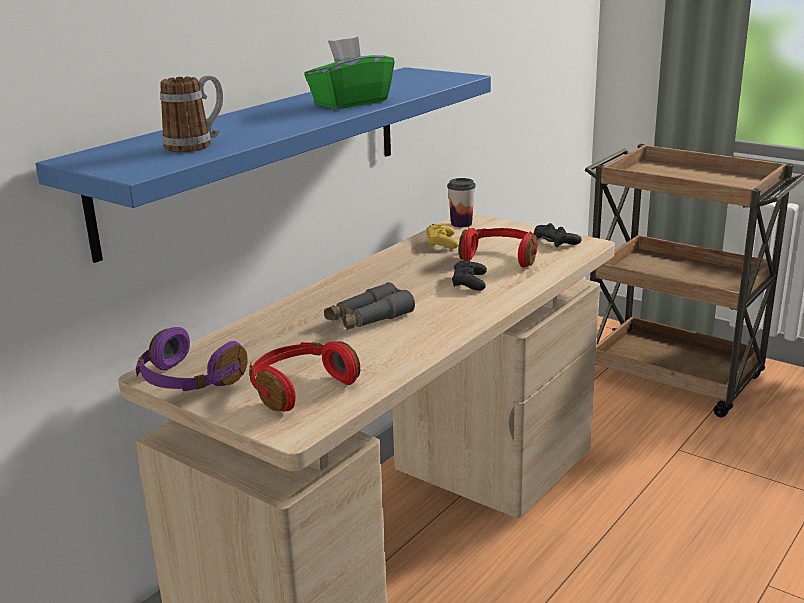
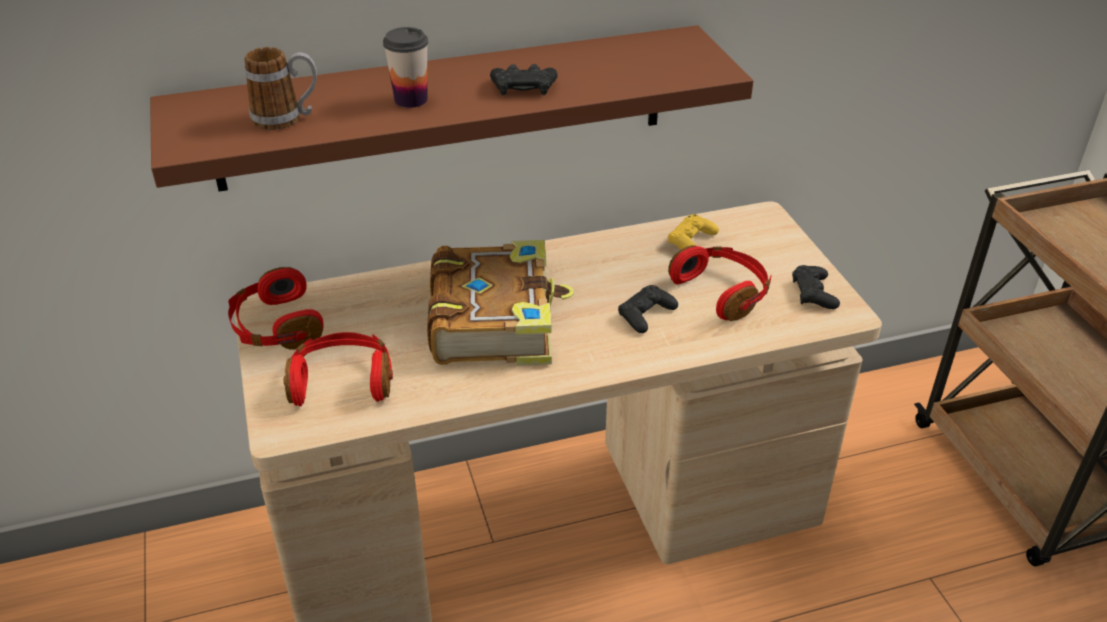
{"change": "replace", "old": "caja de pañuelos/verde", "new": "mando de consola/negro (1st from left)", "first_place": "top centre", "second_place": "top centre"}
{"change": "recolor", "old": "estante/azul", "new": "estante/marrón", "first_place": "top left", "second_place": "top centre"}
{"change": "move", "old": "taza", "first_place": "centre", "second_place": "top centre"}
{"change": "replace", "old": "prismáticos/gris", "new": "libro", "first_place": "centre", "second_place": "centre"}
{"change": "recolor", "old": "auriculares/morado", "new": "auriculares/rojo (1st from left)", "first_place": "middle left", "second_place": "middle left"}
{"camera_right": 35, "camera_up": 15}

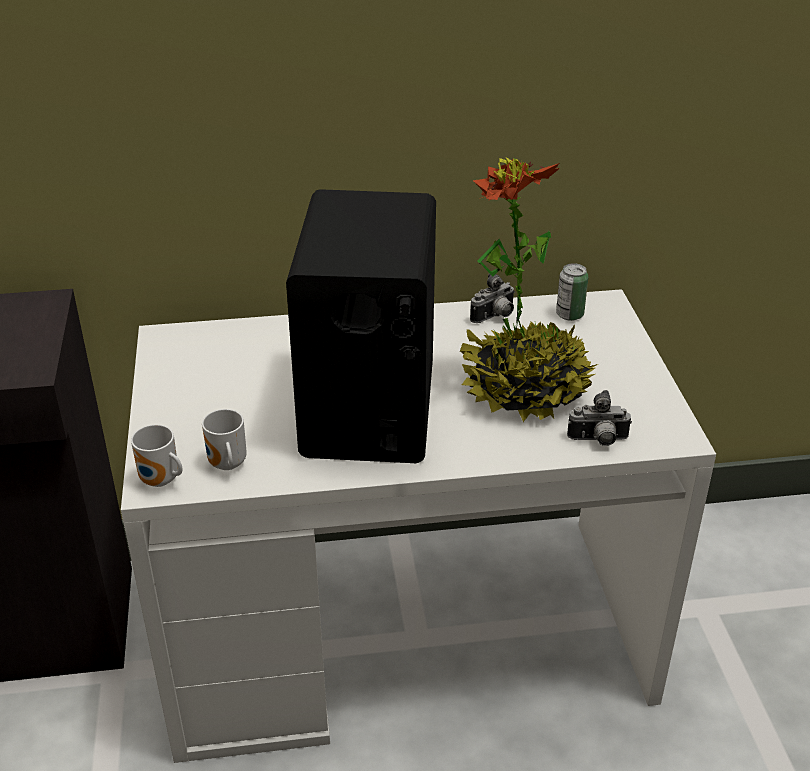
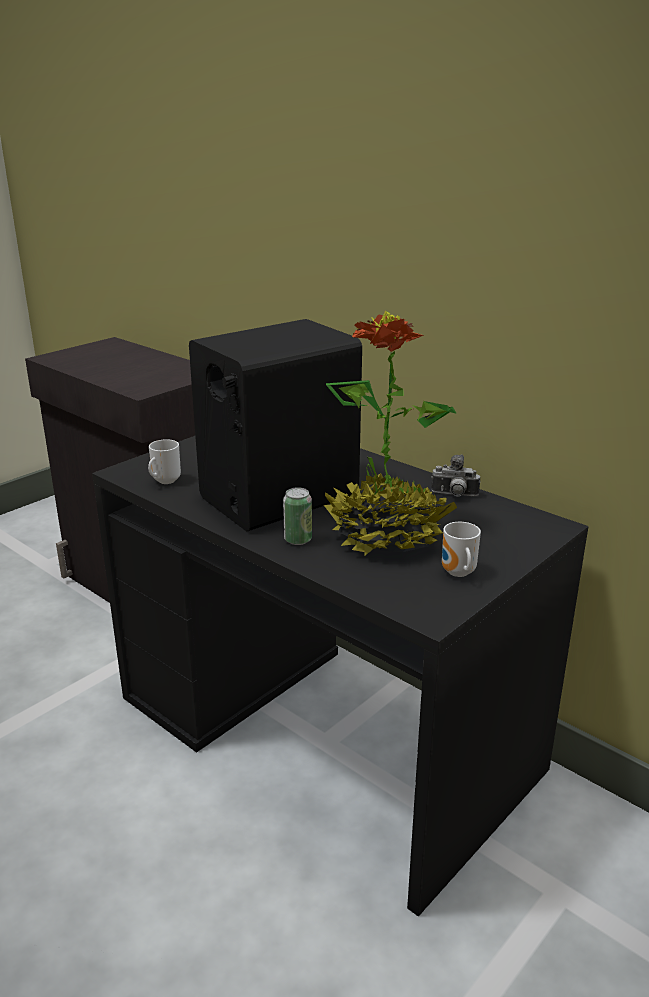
{"change": "move", "old": "lata", "first_place": "middle right", "second_place": "centre"}
{"change": "recolor", "old": "escritorio/blanco", "new": "escritorio/negro", "first_place": "bottom centre", "second_place": "bottom centre"}
{"change": "delete", "old": "cámara (2nd from left)", "first_place": "middle right"}
{"change": "move", "old": "taza grande (1st from left in the first image)", "new": "taza grande (2nd from left)", "first_place": "middle left", "second_place": "middle right"}
{"camera_right": 50, "camera_up": -10}

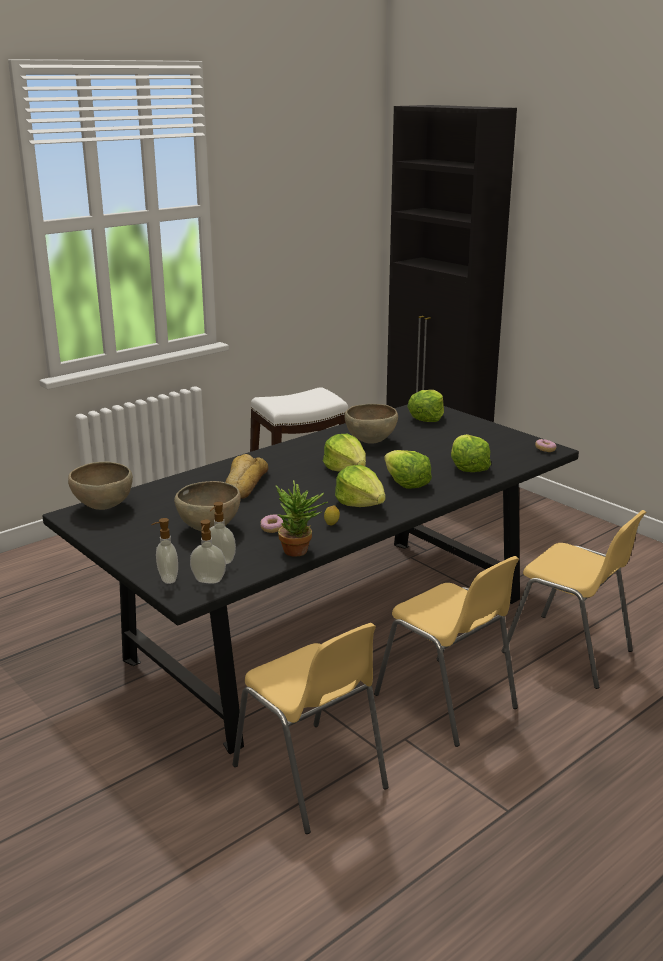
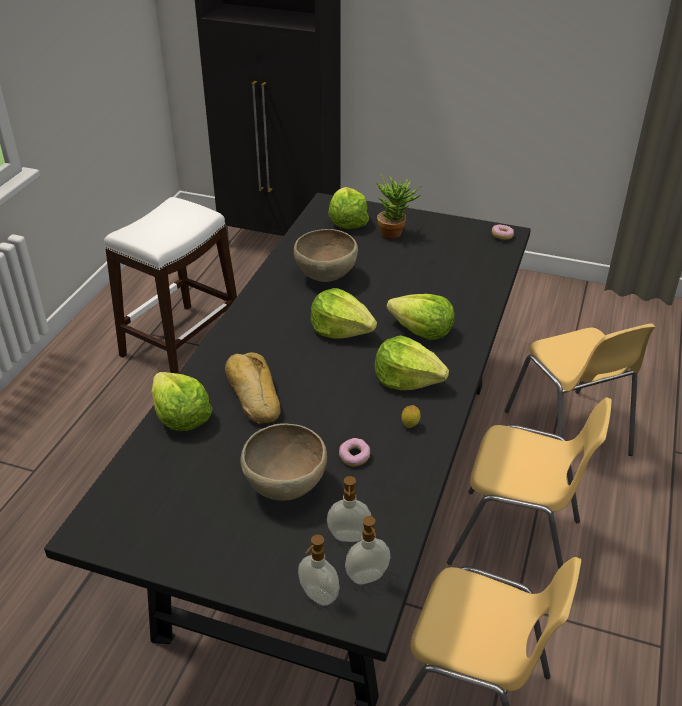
{"change": "move", "old": "lechuga (5th from left in the first image)", "new": "lechuga (1st from left)", "first_place": "middle right", "second_place": "middle left"}
{"change": "delete", "old": "cuenco/marrón (1st from left)", "first_place": "middle left"}
{"change": "move", "old": "planta en maceta", "first_place": "centre", "second_place": "top centre"}
{"change": "rotate", "old": "silla/amarillo (3rd from left)", "first_place": "middle right", "second_place": "middle right", "degrees": 60}
{"camera_right": -30, "camera_up": 15}

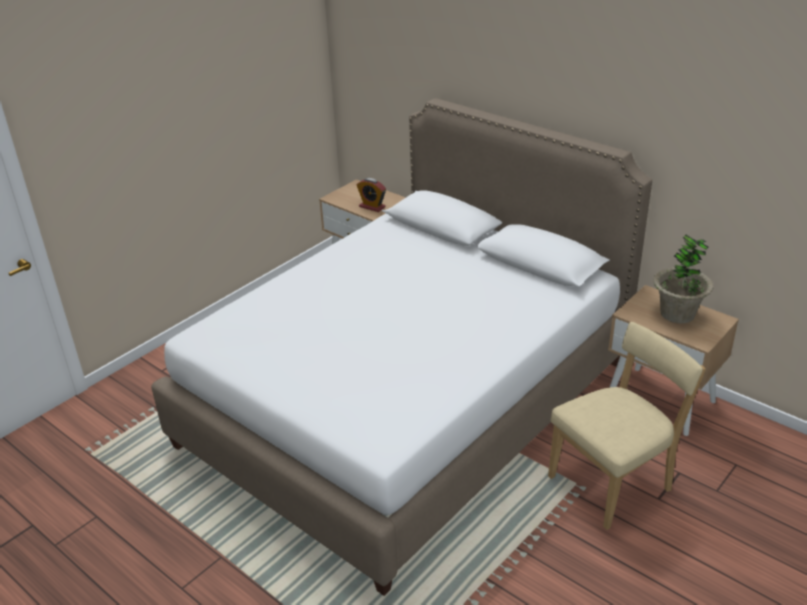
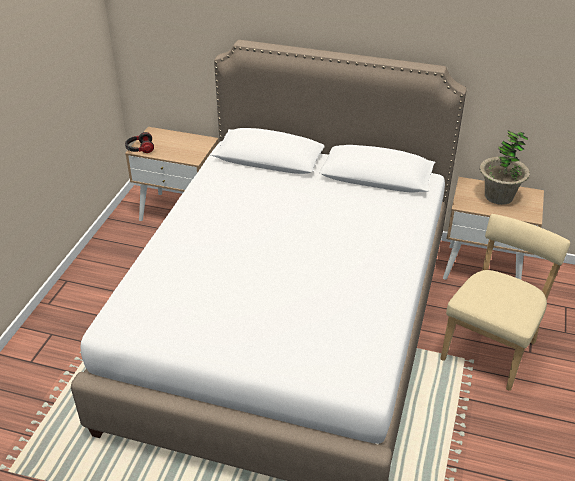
{"change": "delete", "old": "despertador", "first_place": "top centre"}
{"change": "insert", "new": "auriculares", "second_place": "top left"}
{"camera_right": -25, "camera_up": 5}

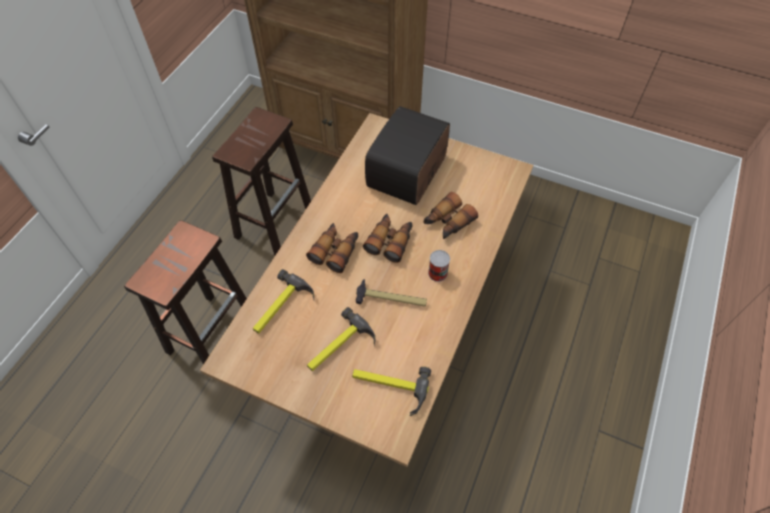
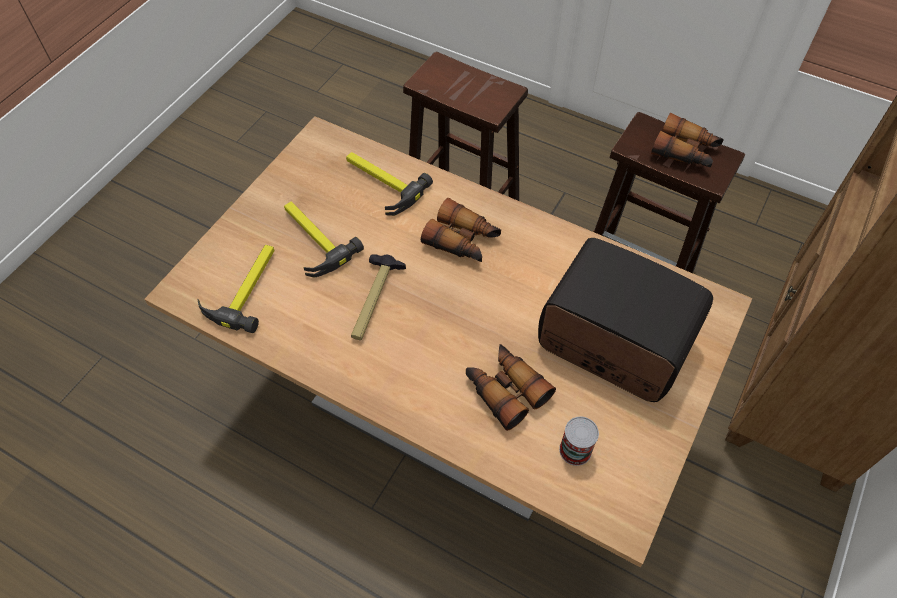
{"change": "move", "old": "prismáticos (2nd from left in the first image)", "new": "prismáticos (3rd from left)", "first_place": "centre", "second_place": "top right"}
{"change": "move", "old": "lata", "first_place": "centre", "second_place": "bottom centre"}
{"camera_right": 95, "camera_up": 0}

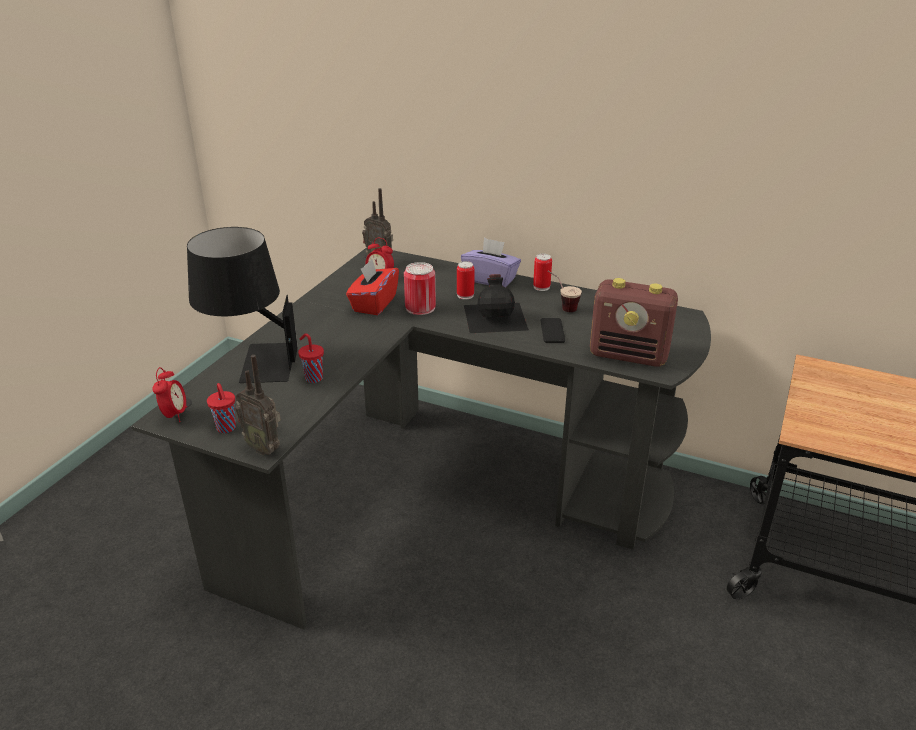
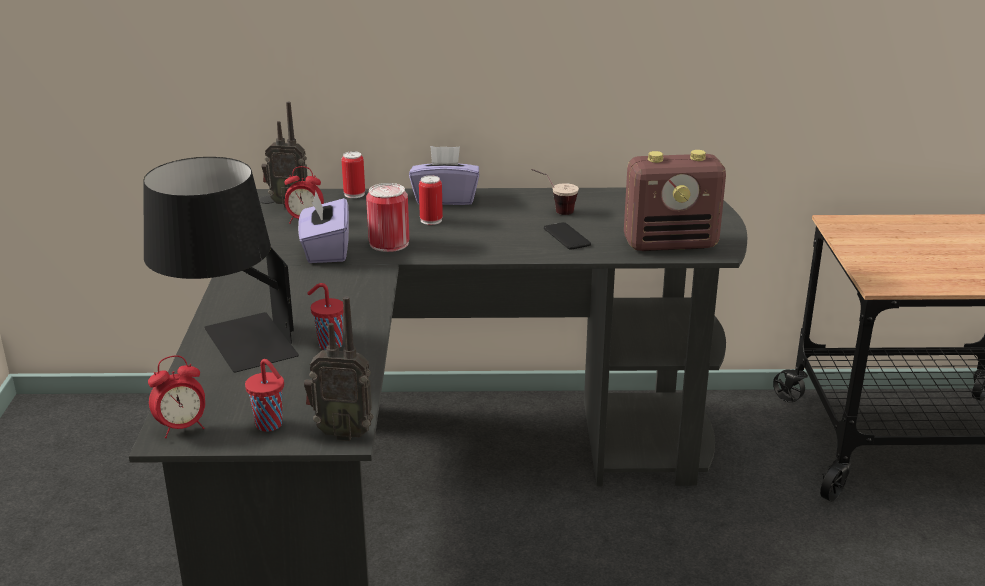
{"change": "move", "old": "lata (3rd from left in the first image)", "new": "lata (1st from left)", "first_place": "centre", "second_place": "top centre"}
{"change": "recolor", "old": "caja de pañuelos/rojo", "new": "caja de pañuelos/morado (1st from left)", "first_place": "centre", "second_place": "middle left"}
{"change": "delete", "old": "botella/negro", "first_place": "centre"}
{"change": "rotate", "old": "despertador (1st from left)", "first_place": "middle left", "second_place": "bottom left", "degrees": 90}
{"camera_right": -25, "camera_up": -5}

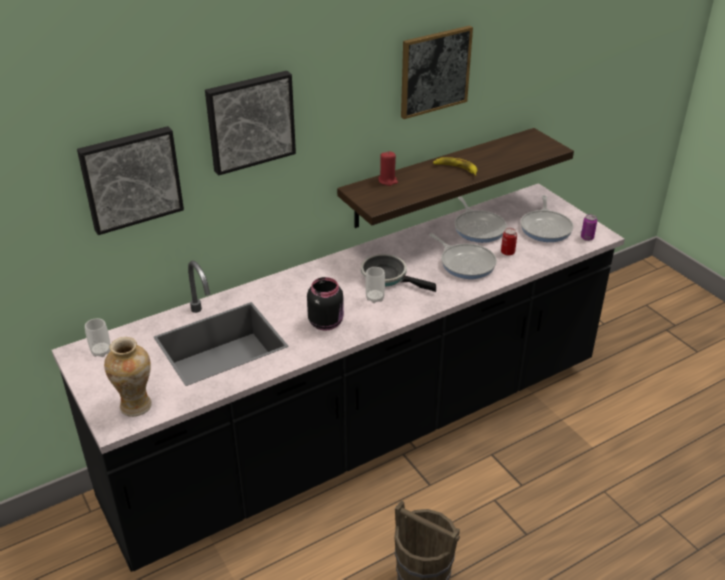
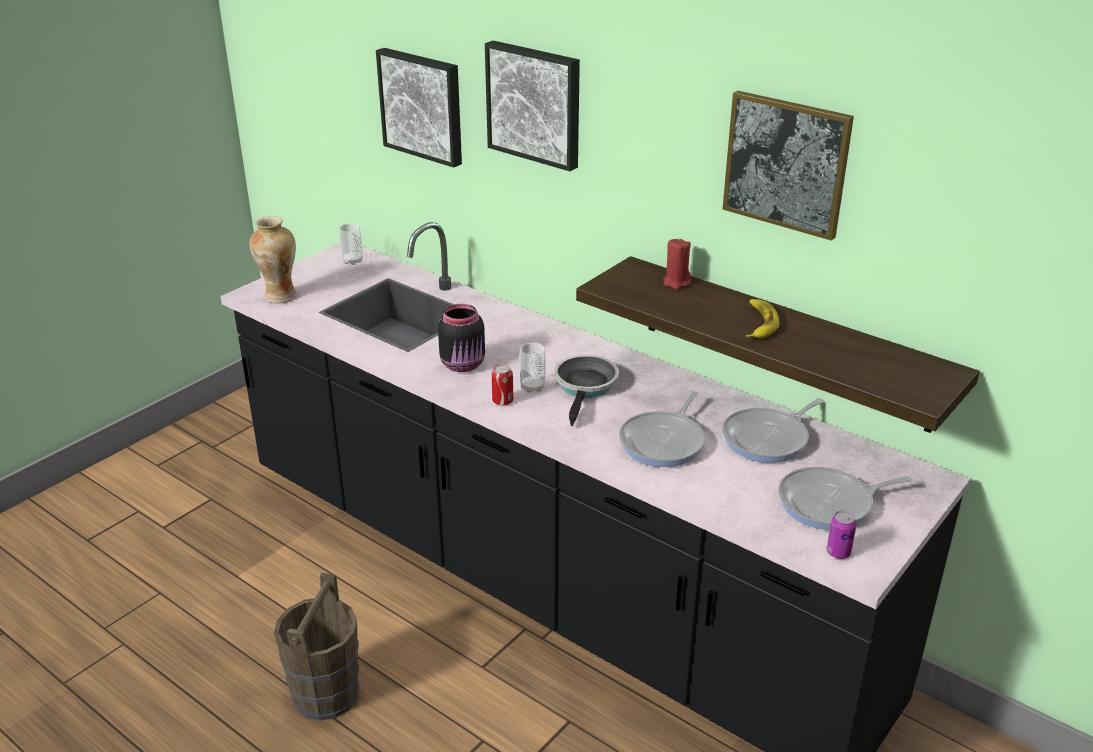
{"change": "move", "old": "lata (1st from left)", "first_place": "middle right", "second_place": "centre"}
{"camera_right": 70, "camera_up": -5}

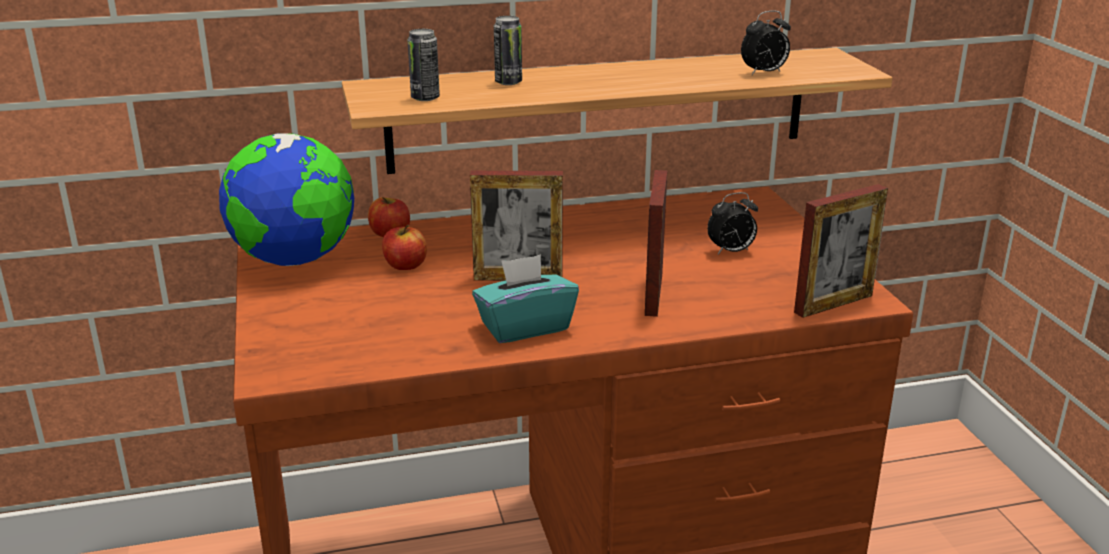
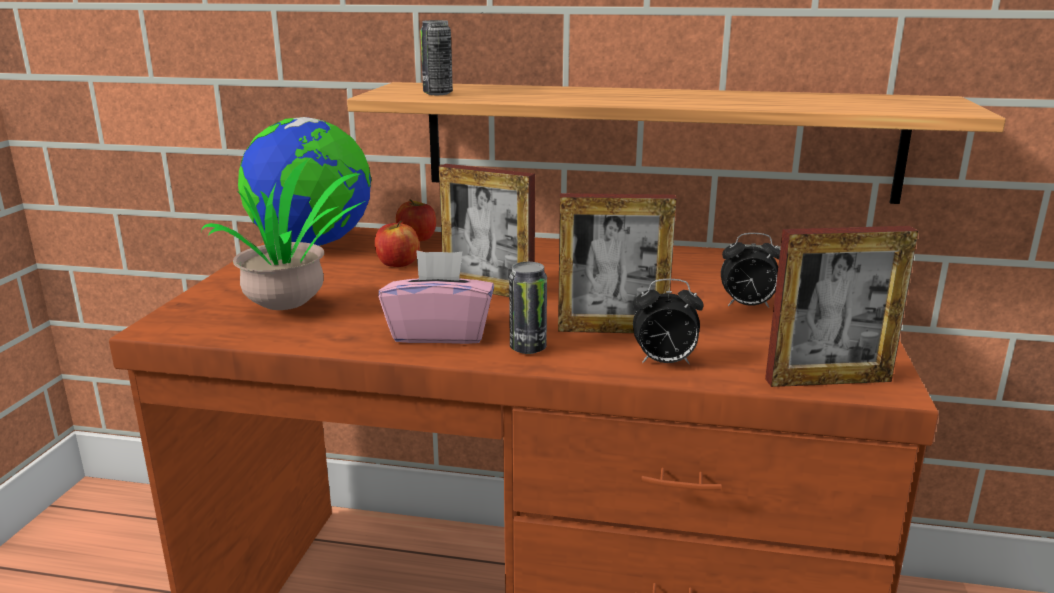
{"change": "move", "old": "despertador (2nd from left in the first image)", "new": "despertador (1st from left)", "first_place": "top right", "second_place": "centre"}
{"change": "move", "old": "lata (2nd from left)", "first_place": "top centre", "second_place": "centre"}
{"change": "rotate", "old": "portarretratos (2nd from left)", "first_place": "centre", "second_place": "centre", "degrees": -120}
{"change": "recolor", "old": "caja de pañuelos/turquesa", "new": "caja de pañuelos/rosa", "first_place": "centre", "second_place": "centre"}
{"change": "insert", "new": "planta en maceta", "second_place": "middle left"}
{"camera_right": 25, "camera_up": -5}

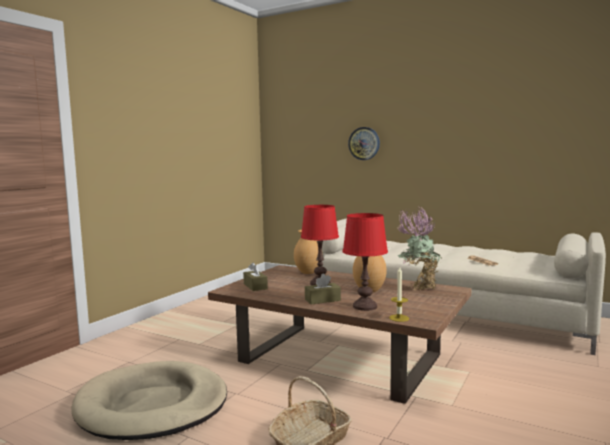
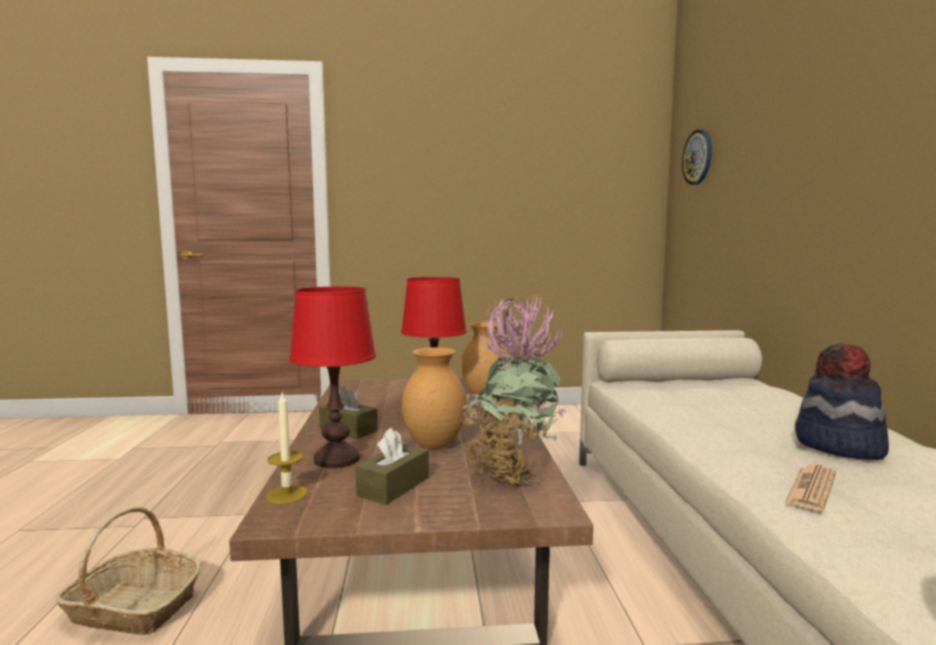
{"change": "move", "old": "reloj de pared", "first_place": "top centre", "second_place": "top right"}
{"change": "move", "old": "caja de pañuelos/marrón (1st from left in the first image)", "new": "caja de pañuelos/marrón (2nd from left)", "first_place": "centre", "second_place": "bottom centre"}
{"change": "delete", "old": "cama para perro/beis", "first_place": "bottom left"}
{"change": "insert", "new": "sombrero", "second_place": "middle right"}
{"camera_right": 55, "camera_up": 0}

